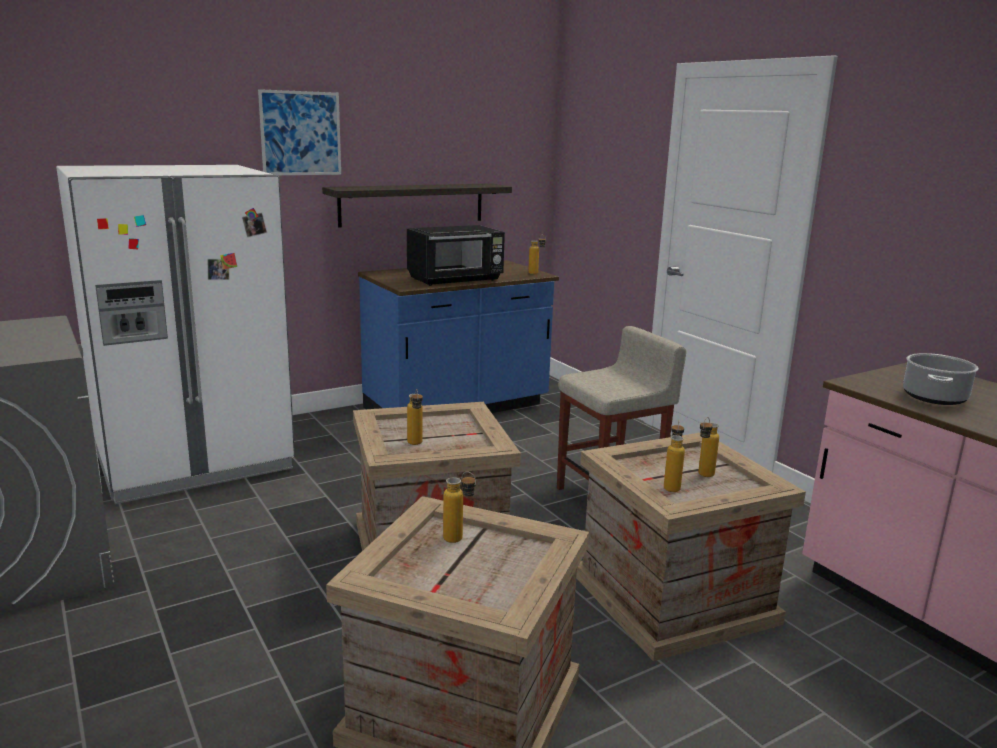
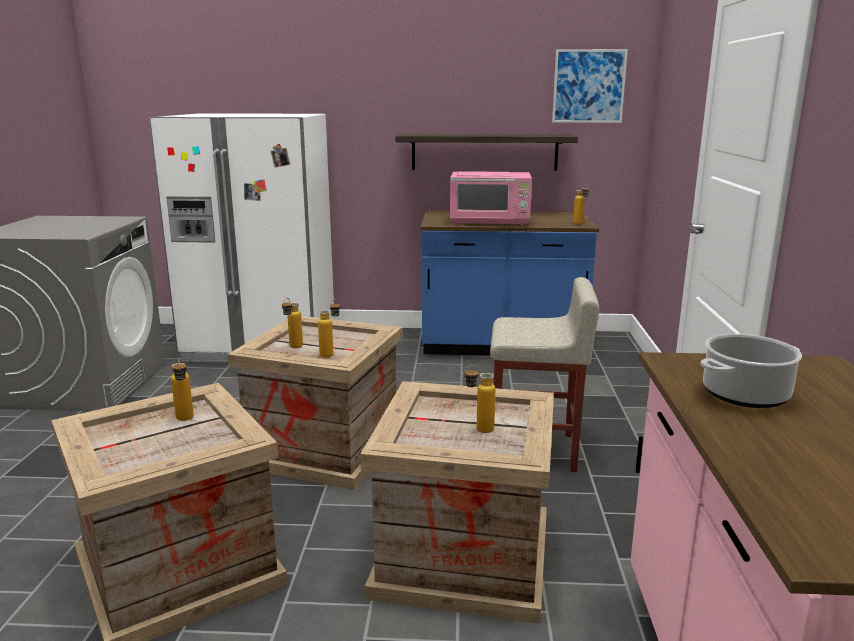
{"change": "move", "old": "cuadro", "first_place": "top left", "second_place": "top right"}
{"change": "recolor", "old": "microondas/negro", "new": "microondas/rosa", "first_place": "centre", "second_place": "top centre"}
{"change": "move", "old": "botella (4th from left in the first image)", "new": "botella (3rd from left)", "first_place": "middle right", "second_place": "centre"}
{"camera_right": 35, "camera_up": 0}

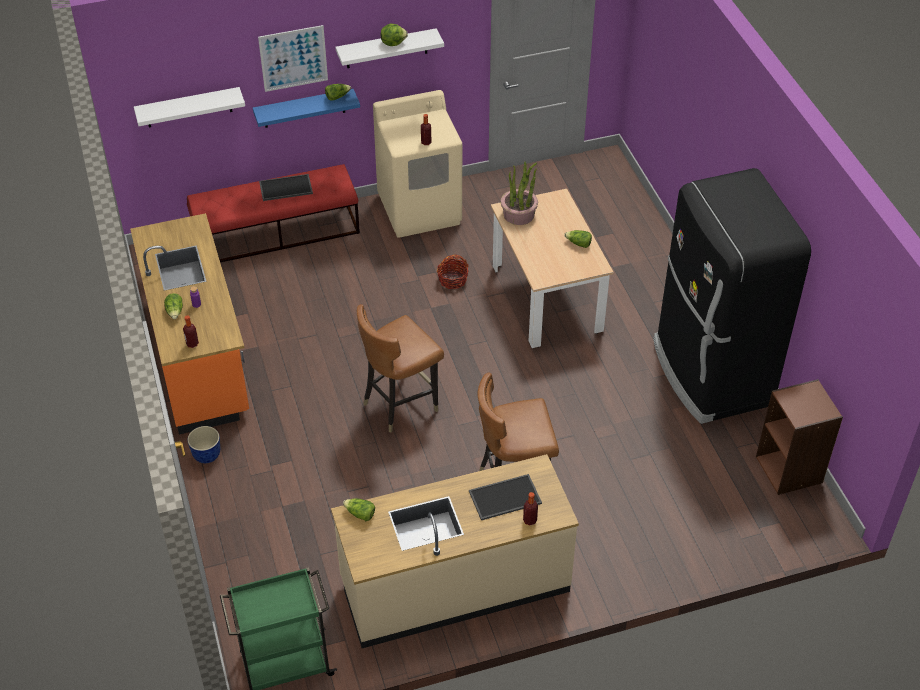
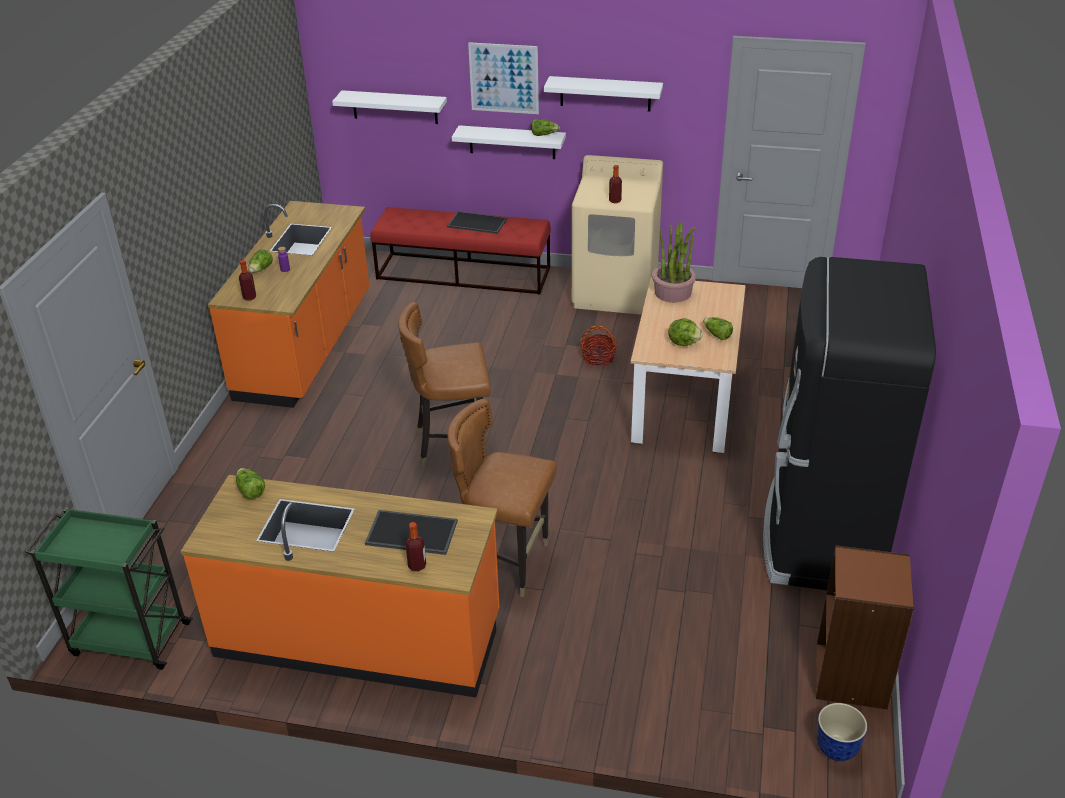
{"change": "move", "old": "lechuga (4th from left)", "first_place": "top centre", "second_place": "centre"}
{"change": "recolor", "old": "estante/azul", "new": "estante/blanco (2nd from left)", "first_place": "top left", "second_place": "top centre"}
{"change": "move", "old": "maceta", "first_place": "middle left", "second_place": "bottom right"}
{"change": "recolor", "old": "mueble bajo de cocina/beis", "new": "mueble bajo de cocina/naranja (2nd from left)", "first_place": "bottom centre", "second_place": "bottom left"}
{"camera_right": 30, "camera_up": -10}

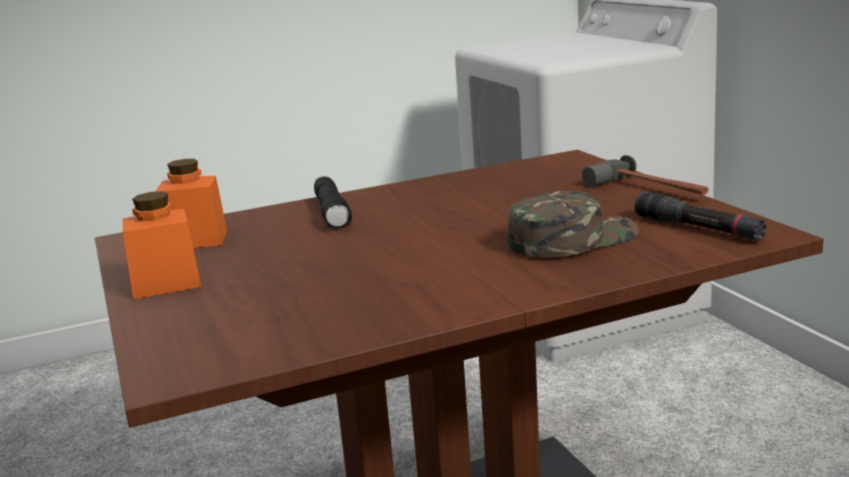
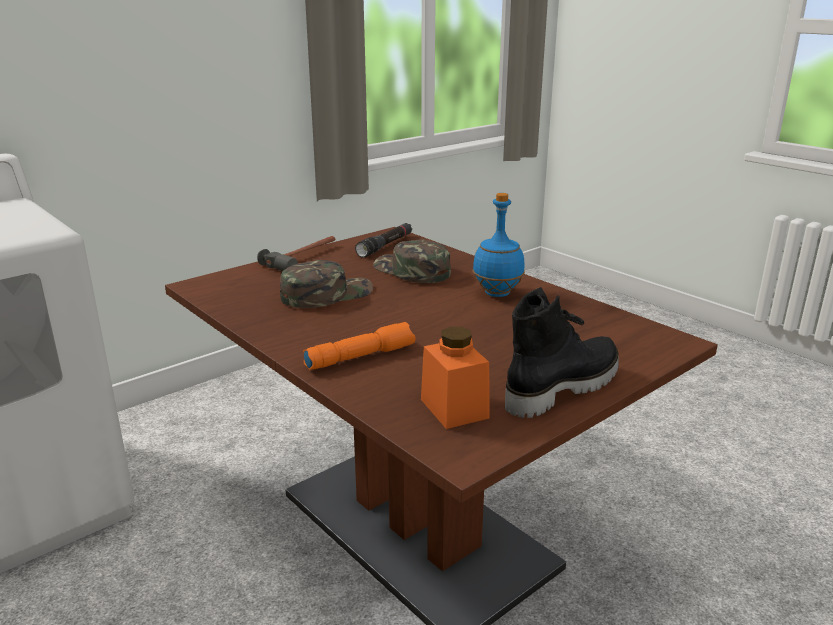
{"change": "recolor", "old": "linterna/negro (1st from left)", "new": "linterna/naranja", "first_place": "centre", "second_place": "centre"}
{"change": "replace", "old": "tarro/naranja (1st from left)", "new": "bota/negro", "first_place": "middle left", "second_place": "middle right"}
{"change": "insert", "new": "botella/azul", "second_place": "centre"}
{"change": "insert", "new": "gorra/verde (1st from left)", "second_place": "centre"}
{"camera_right": -110, "camera_up": 5}

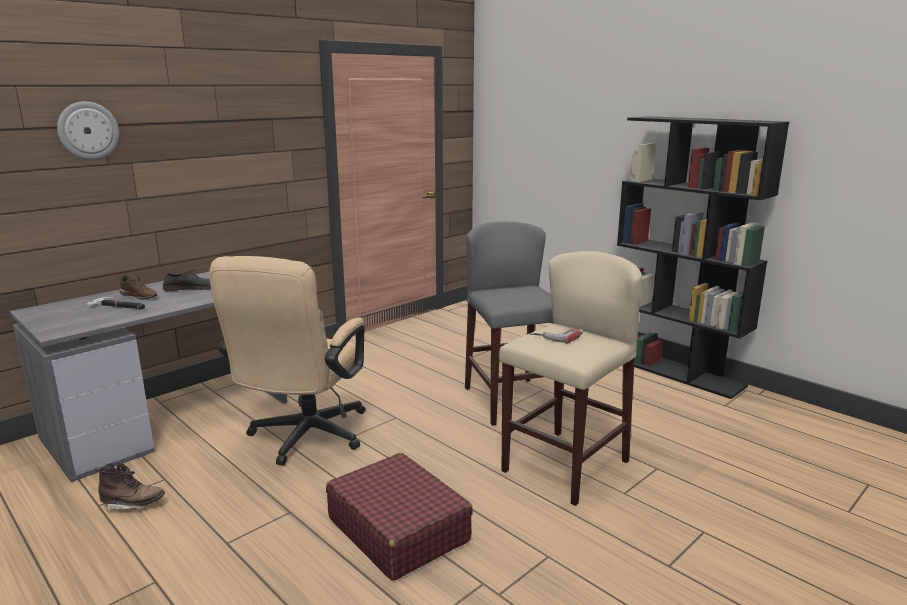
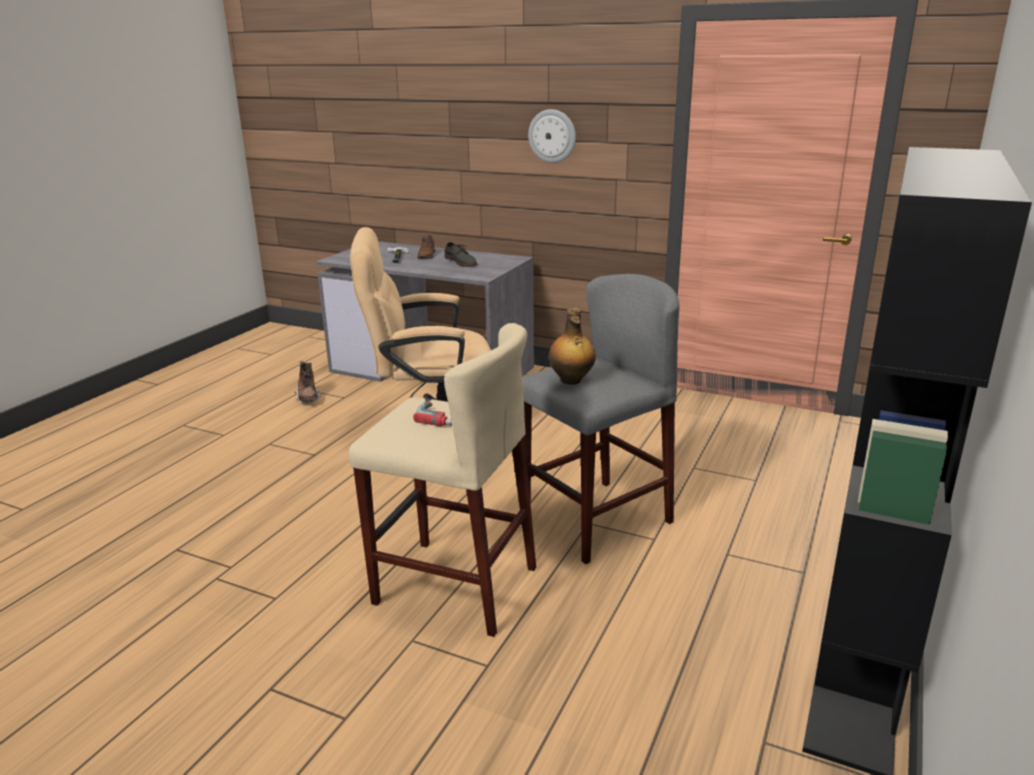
{"change": "move", "old": "reloj de pared", "first_place": "top left", "second_place": "top centre"}
{"change": "delete", "old": "maleta/rojo", "first_place": "bottom centre"}
{"change": "insert", "new": "botella", "second_place": "centre"}
{"camera_right": 70, "camera_up": 5}

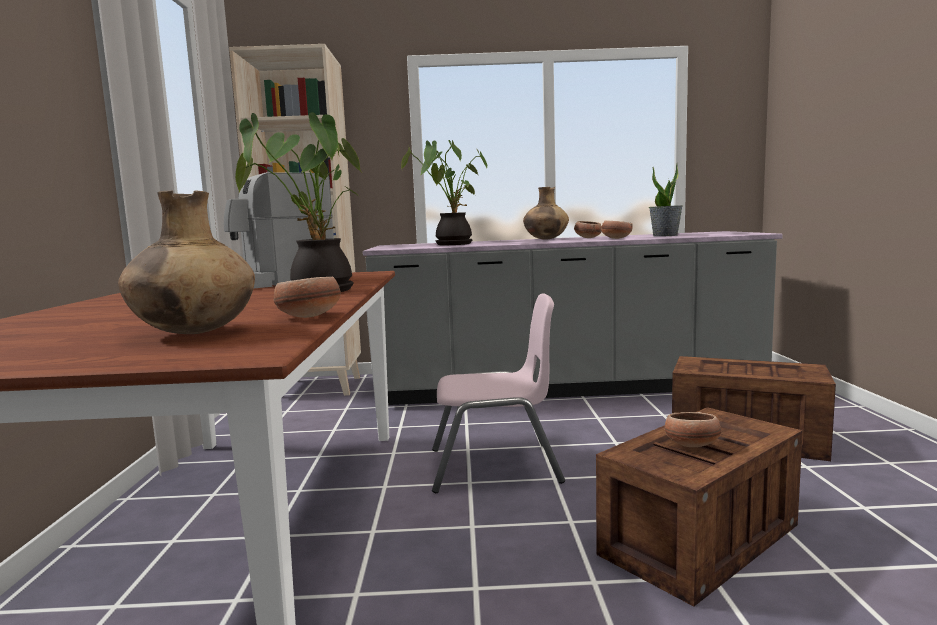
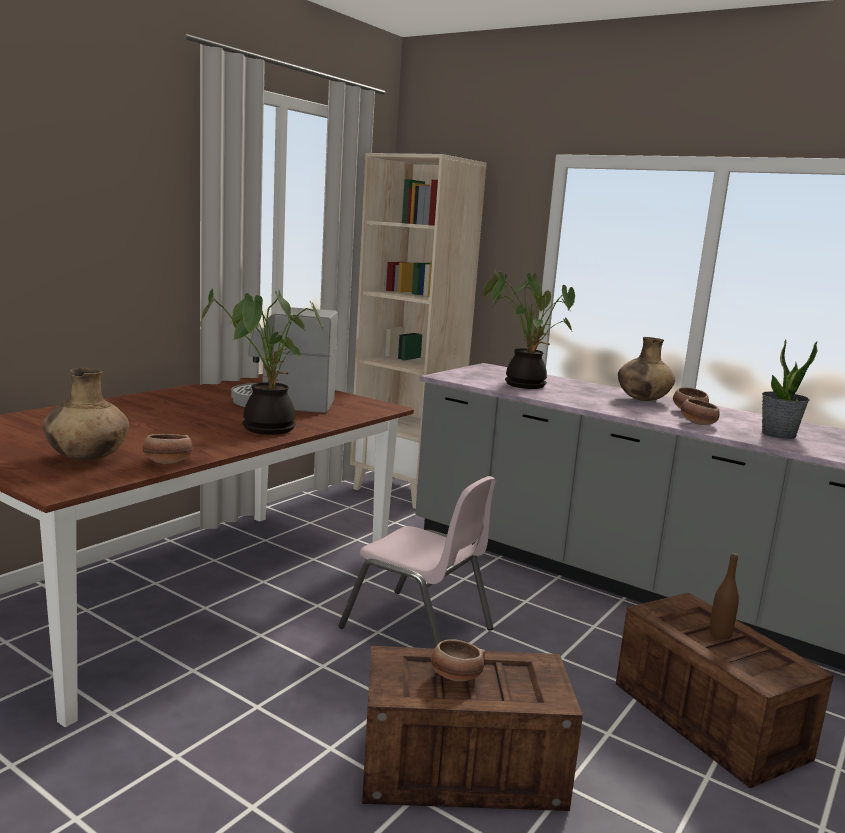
{"change": "insert", "new": "botella/marrón", "second_place": "bottom right"}
{"camera_right": 35, "camera_up": 5}

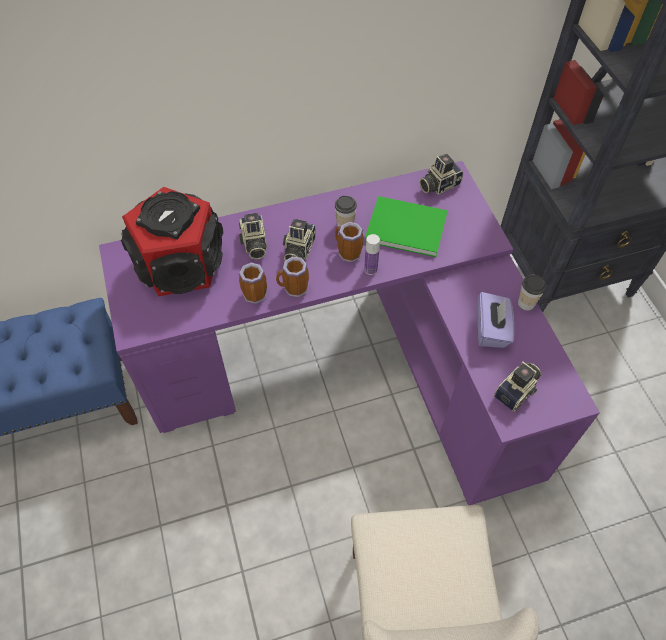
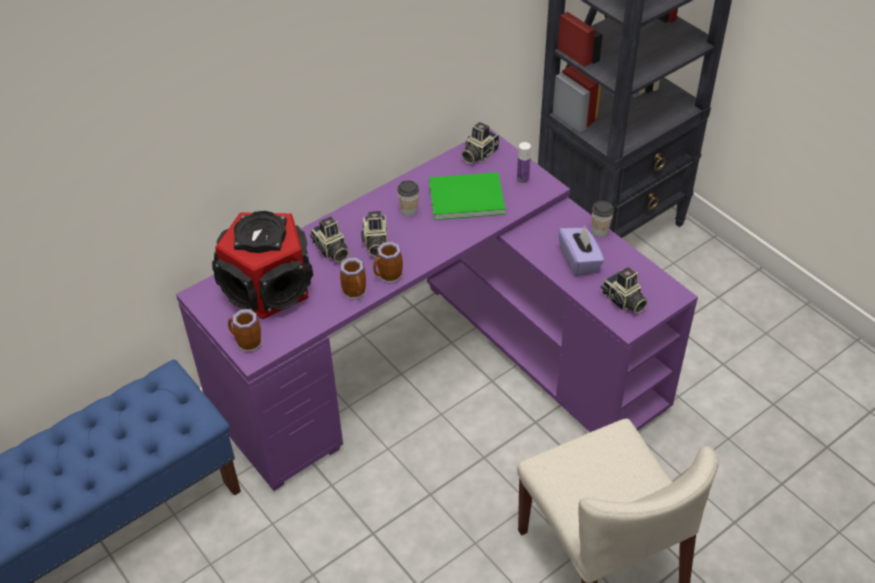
{"change": "move", "old": "taza grande (3rd from left in the first image)", "new": "taza grande (1st from left)", "first_place": "centre", "second_place": "middle left"}
{"change": "move", "old": "botella", "first_place": "centre", "second_place": "top centre"}
{"change": "rotate", "old": "cámara (4th from left)", "first_place": "middle right", "second_place": "middle right", "degrees": 120}
{"camera_right": -20, "camera_up": -10}

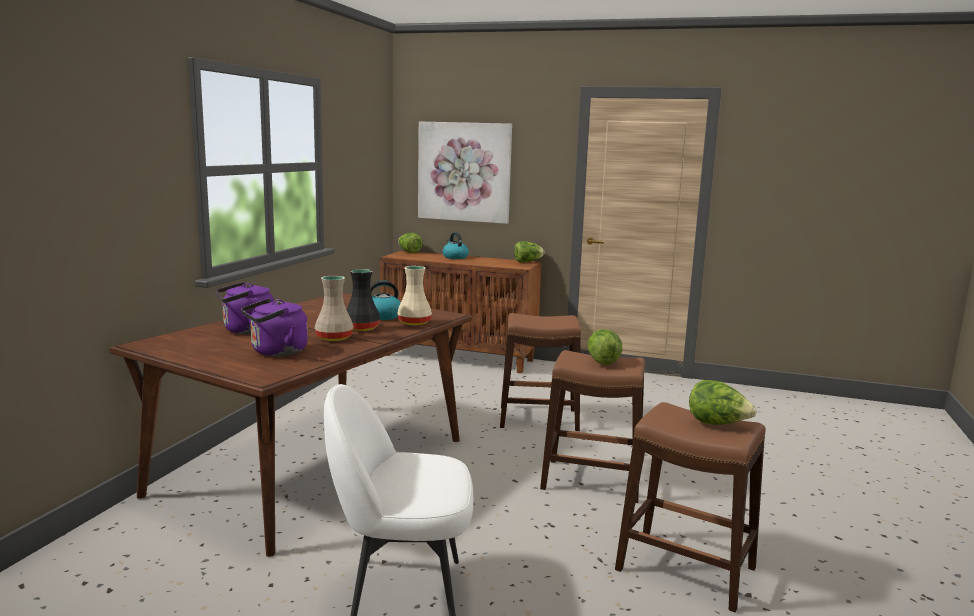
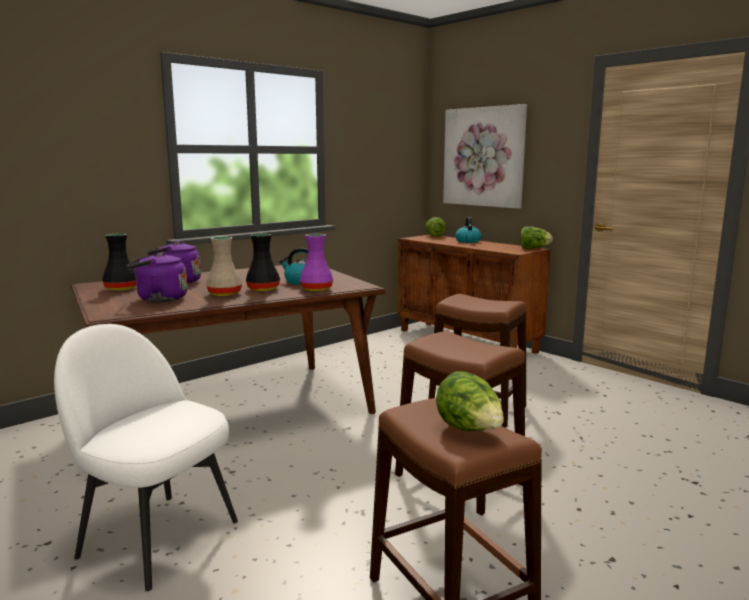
{"change": "recolor", "old": "florero/beis (2nd from left)", "new": "florero/morado", "first_place": "centre", "second_place": "centre"}
{"change": "delete", "old": "lechuga (3rd from left)", "first_place": "centre"}
{"change": "insert", "new": "florero/negro (1st from left)", "second_place": "middle left"}
{"camera_right": 30, "camera_up": 0}

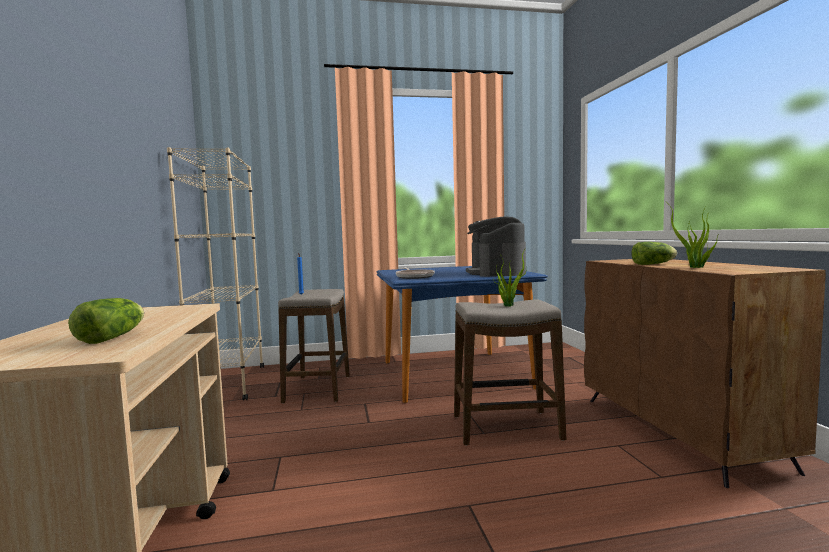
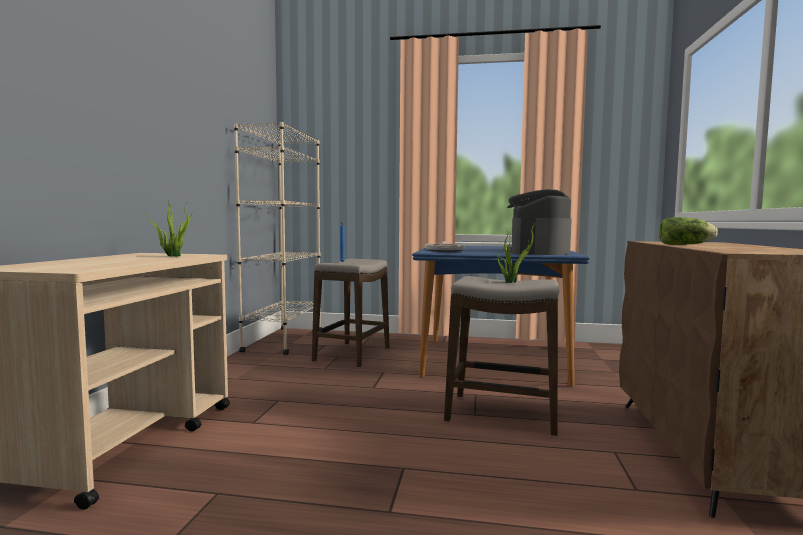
{"change": "move", "old": "planta en maceta (2nd from left in the first image)", "new": "planta en maceta (1st from left)", "first_place": "middle right", "second_place": "middle left"}
{"change": "delete", "old": "lechuga (1st from left)", "first_place": "middle left"}
{"camera_right": 20, "camera_up": 0}

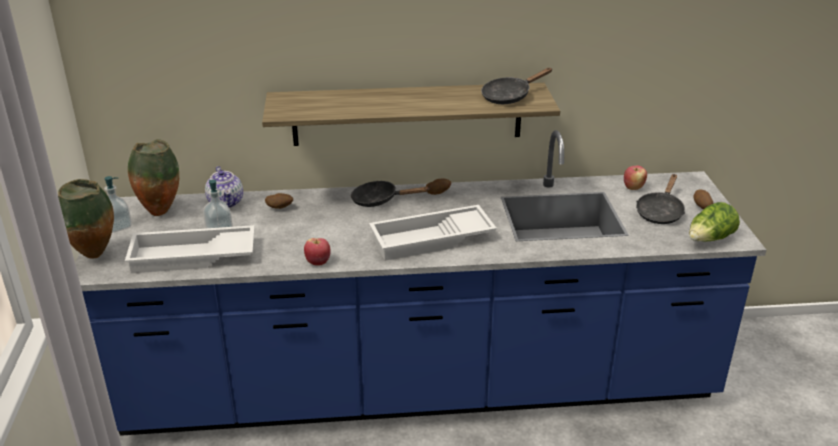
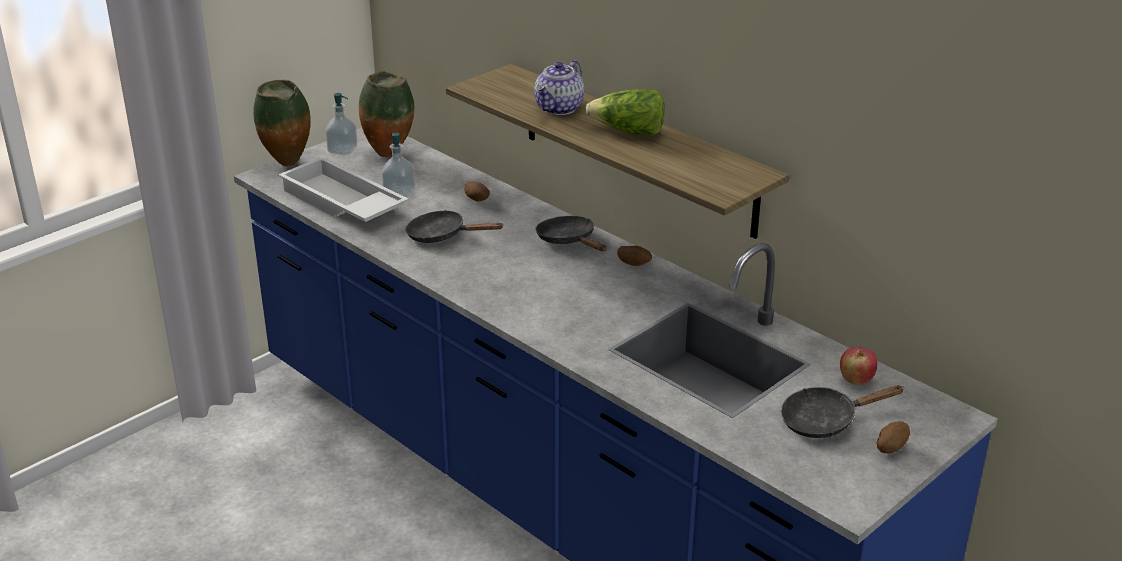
{"change": "move", "old": "sartén/negro (2nd from left in the first image)", "new": "sartén/negro (1st from left)", "first_place": "top centre", "second_place": "centre"}
{"change": "move", "old": "tetera", "first_place": "middle left", "second_place": "top centre"}
{"change": "move", "old": "lechuga", "first_place": "middle right", "second_place": "top centre"}
{"change": "delete", "old": "bandeja/blanco (2nd from left)", "first_place": "centre"}
{"change": "delete", "old": "manzana (1st from left)", "first_place": "centre"}
{"camera_right": 50, "camera_up": 0}

